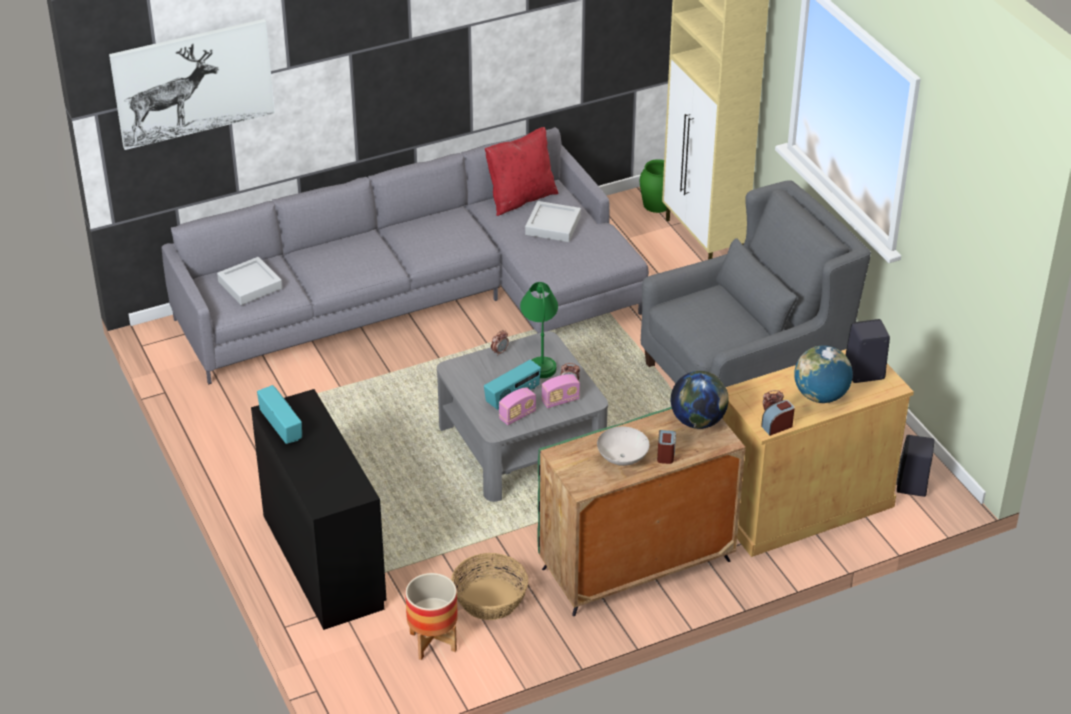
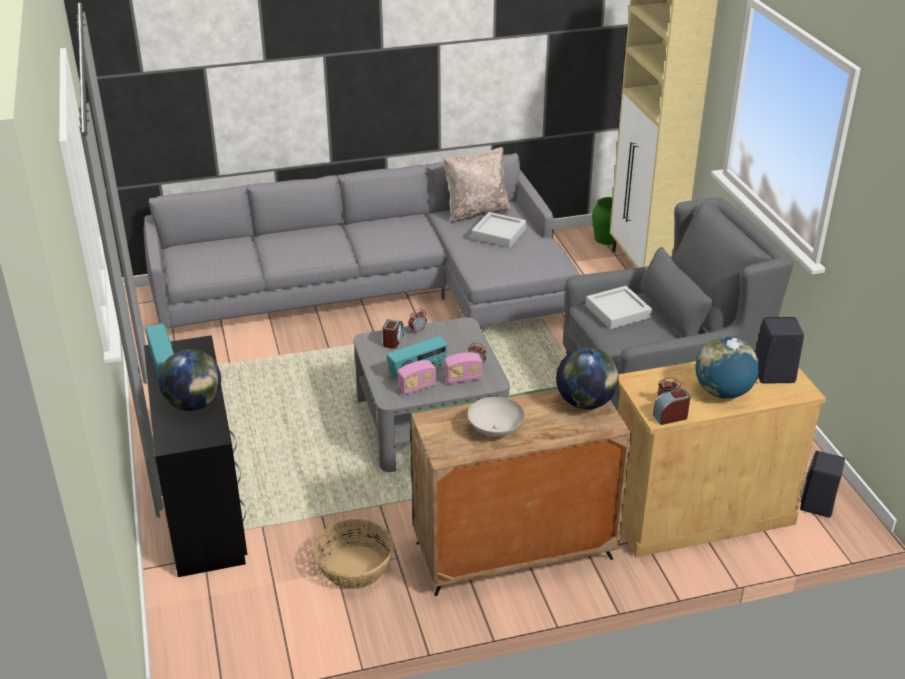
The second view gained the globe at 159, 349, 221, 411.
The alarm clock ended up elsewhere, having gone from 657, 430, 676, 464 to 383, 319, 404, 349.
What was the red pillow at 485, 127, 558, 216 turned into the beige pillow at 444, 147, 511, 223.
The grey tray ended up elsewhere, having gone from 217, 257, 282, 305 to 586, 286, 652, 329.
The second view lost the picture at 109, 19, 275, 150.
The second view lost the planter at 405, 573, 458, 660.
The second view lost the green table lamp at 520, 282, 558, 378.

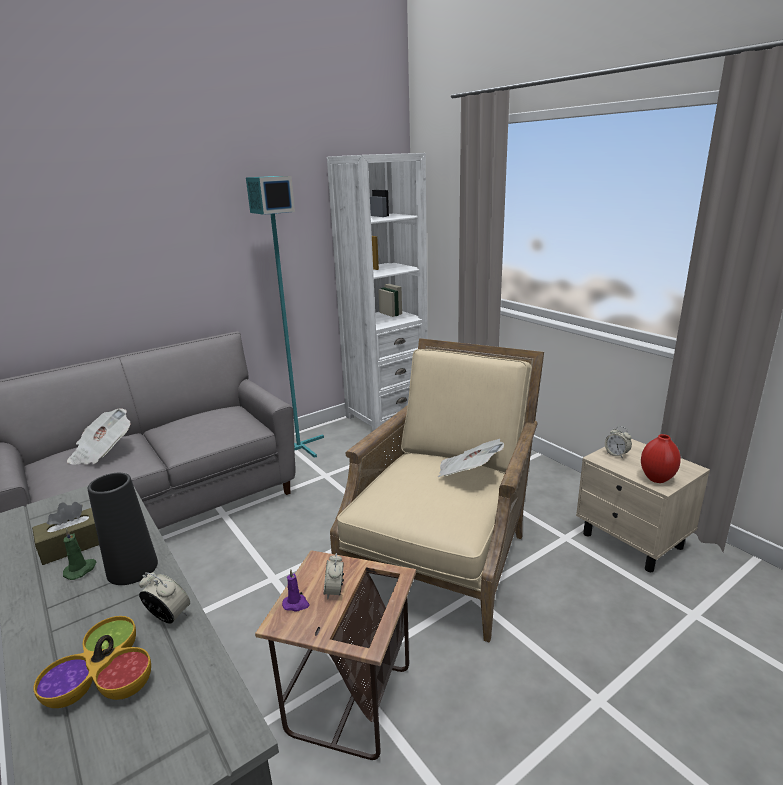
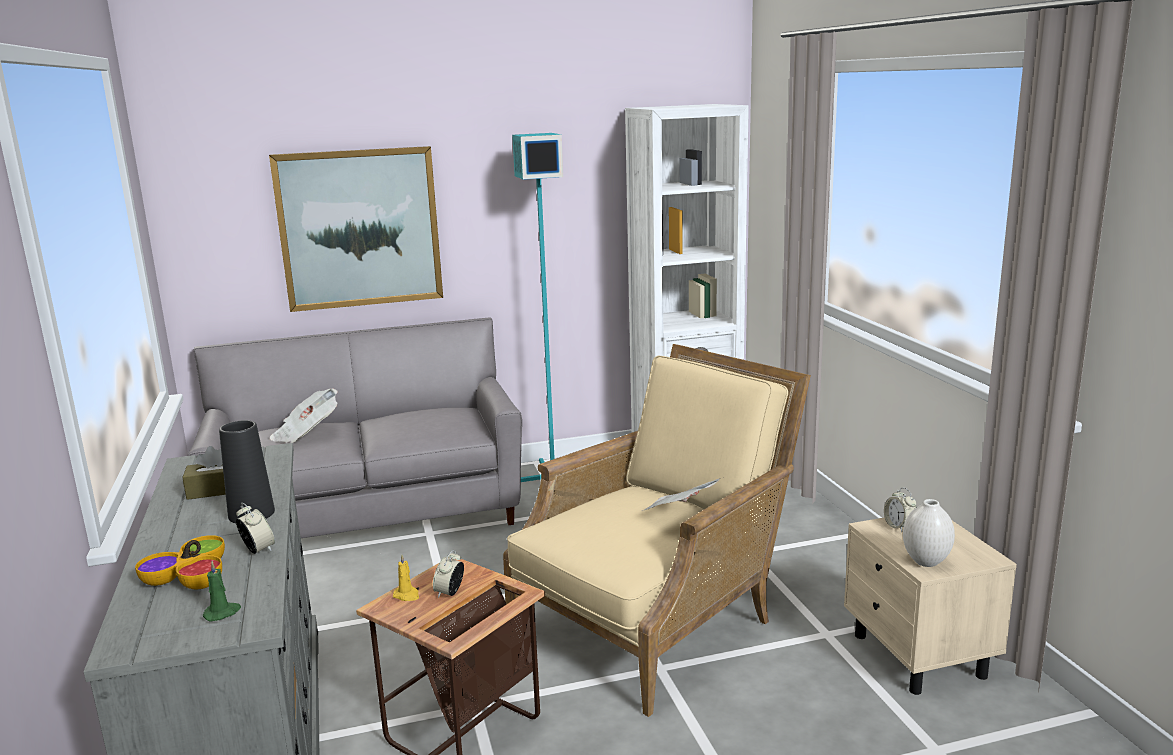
The green candle ended up elsewhere, having gone from 63, 528, 97, 580 to 203, 561, 241, 622.
The second view gained the picture at 269, 146, 443, 312.
What was the purple candle at 282, 569, 309, 612 turned into the yellow candle at 393, 554, 419, 601.
What was the red vase at 641, 434, 681, 483 turned into the white vase at 903, 499, 955, 567.

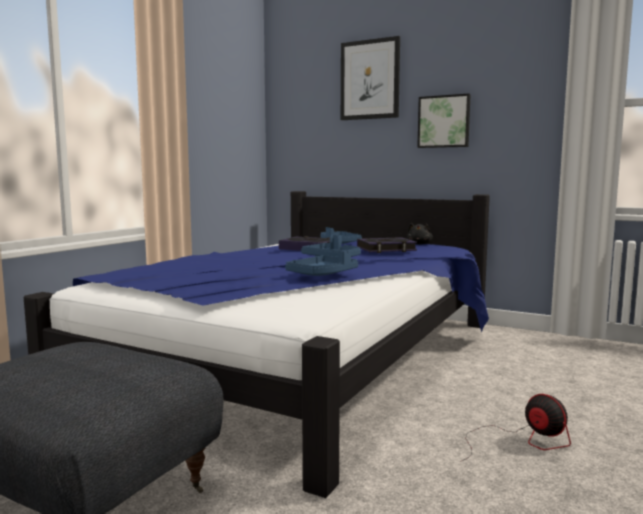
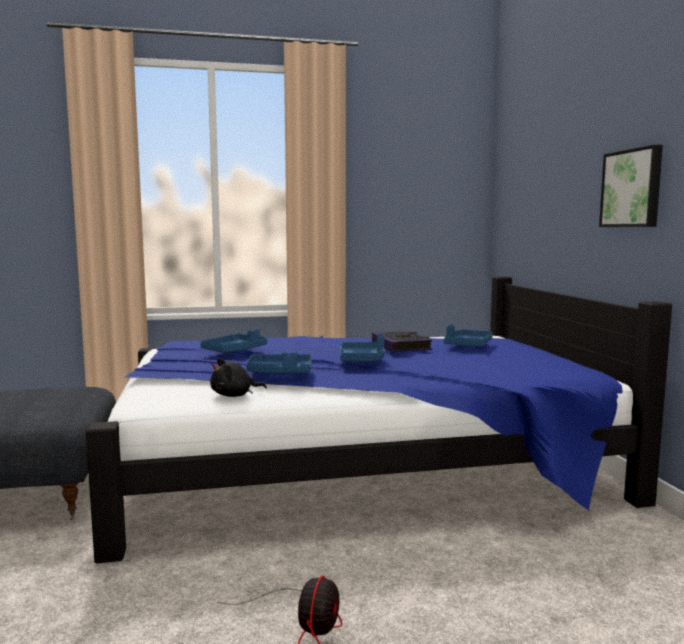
The second view gained the blue tray at 200, 329, 267, 353.
The black plush toy ended up elsewhere, having gone from 407, 223, 433, 245 to 210, 358, 267, 397.
The second view lost the picture at 341, 36, 400, 120.
The second view lost the book at 357, 237, 417, 253.

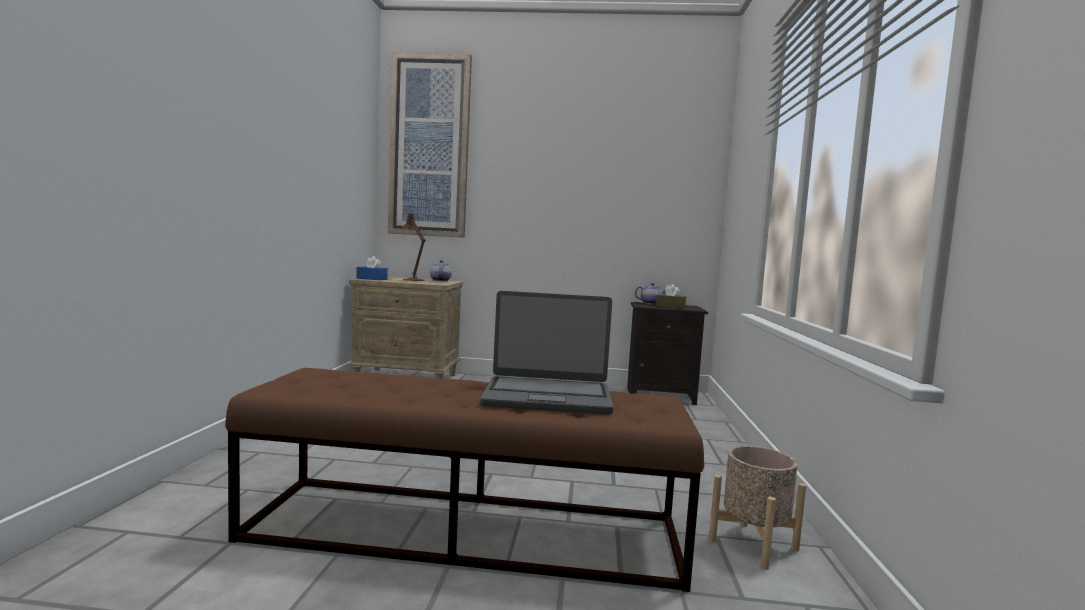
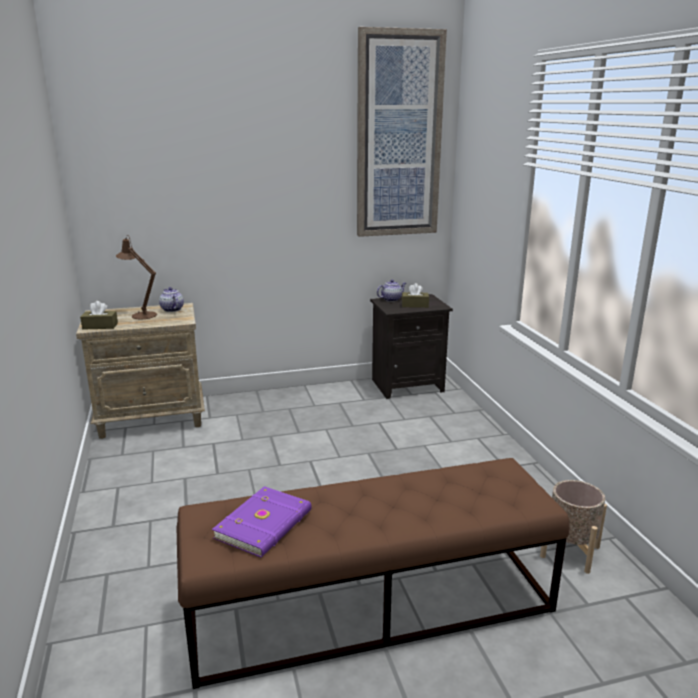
What was the blue tissue box at 356, 256, 388, 280 turned into the brown tissue box at 80, 301, 118, 330.
The second view gained the purple book at 212, 486, 312, 558.
The picture ended up elsewhere, having gone from 388, 53, 472, 238 to 357, 27, 447, 237.
The second view lost the laptop at 480, 291, 614, 415.

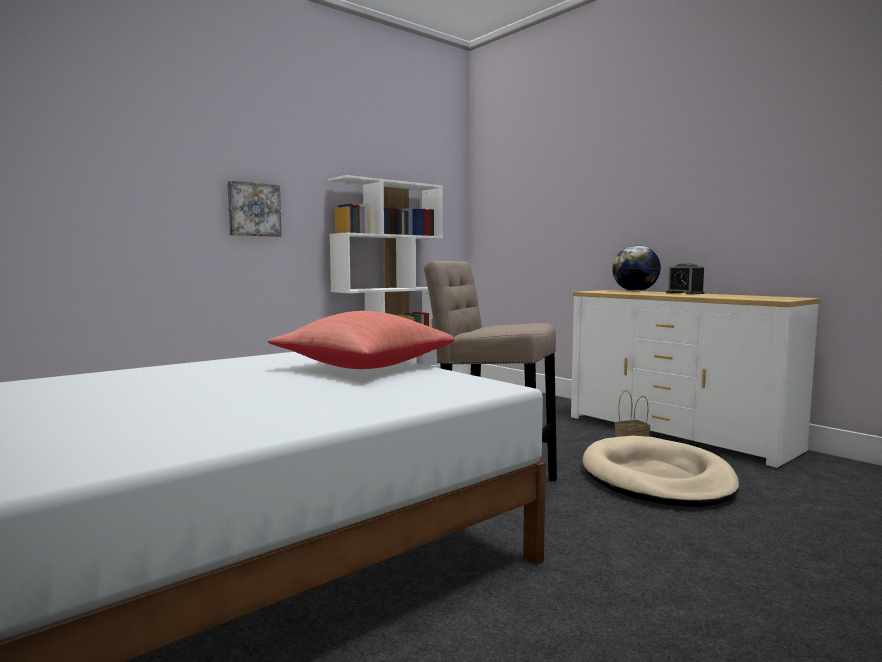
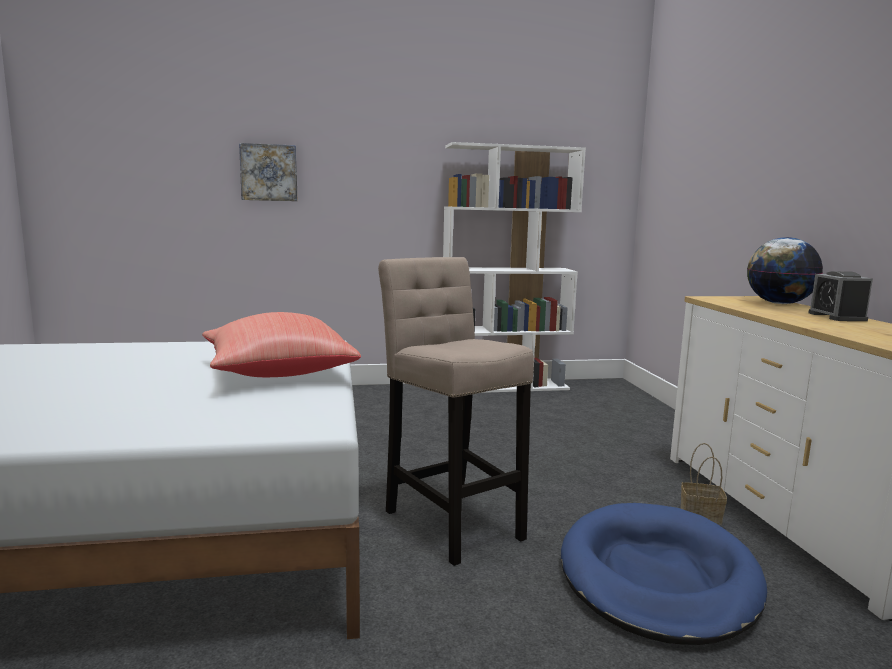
The picture ended up elsewhere, having gone from 227, 181, 281, 237 to 239, 143, 297, 201.
What was the beige dog bed at 582, 436, 740, 507 turned into the blue dog bed at 561, 503, 767, 645.

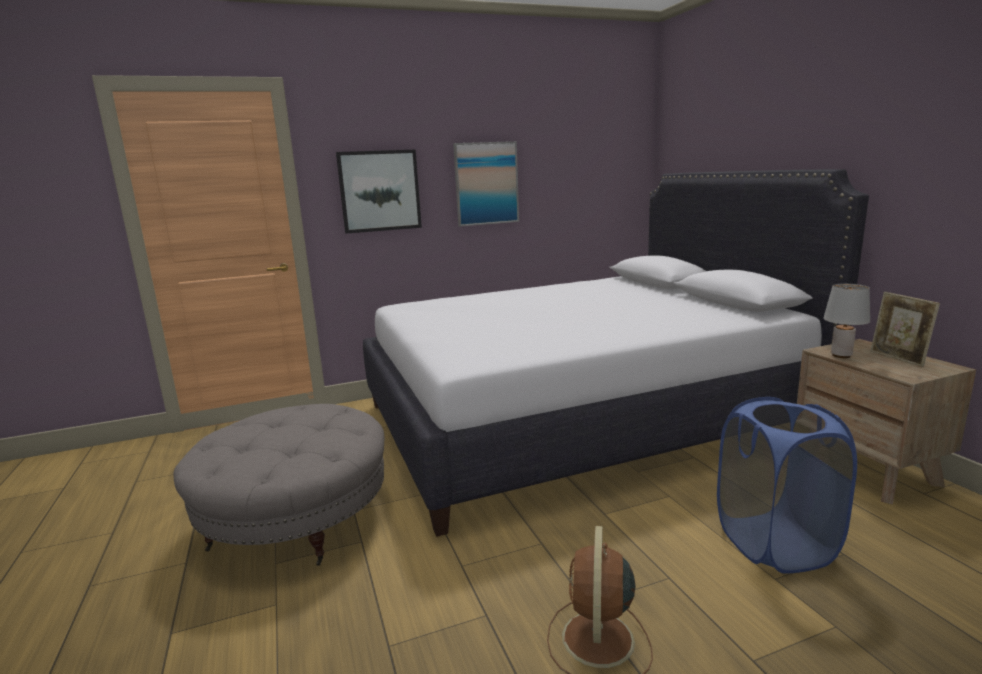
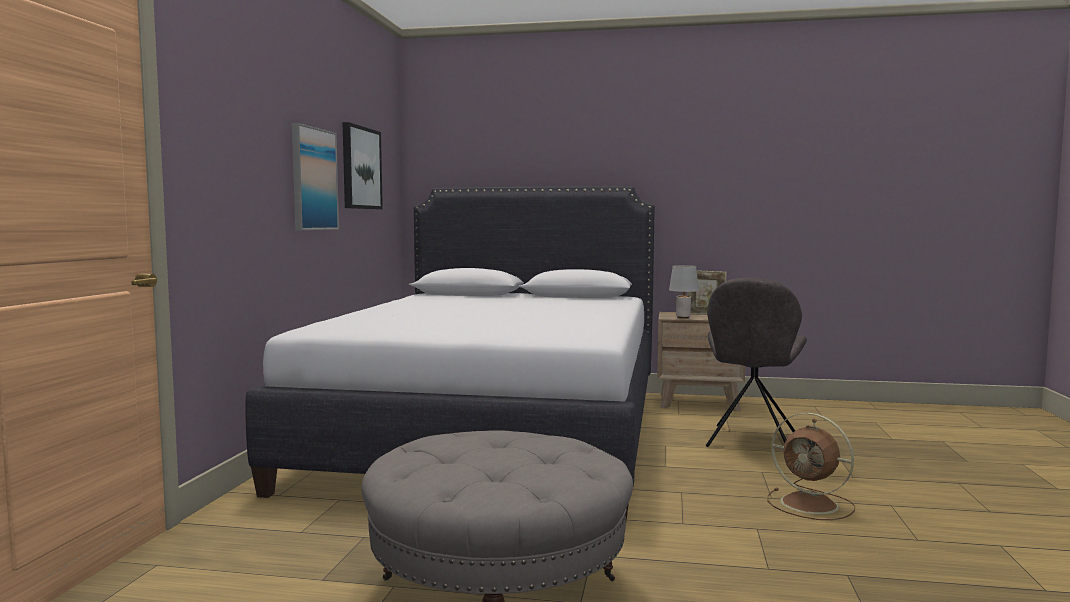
The picture ended up elsewhere, having gone from 336, 149, 422, 234 to 343, 122, 383, 209.
Where the blue laundry basket stood at 717, 397, 857, 574, the grey chair came to stand at 706, 278, 807, 447.

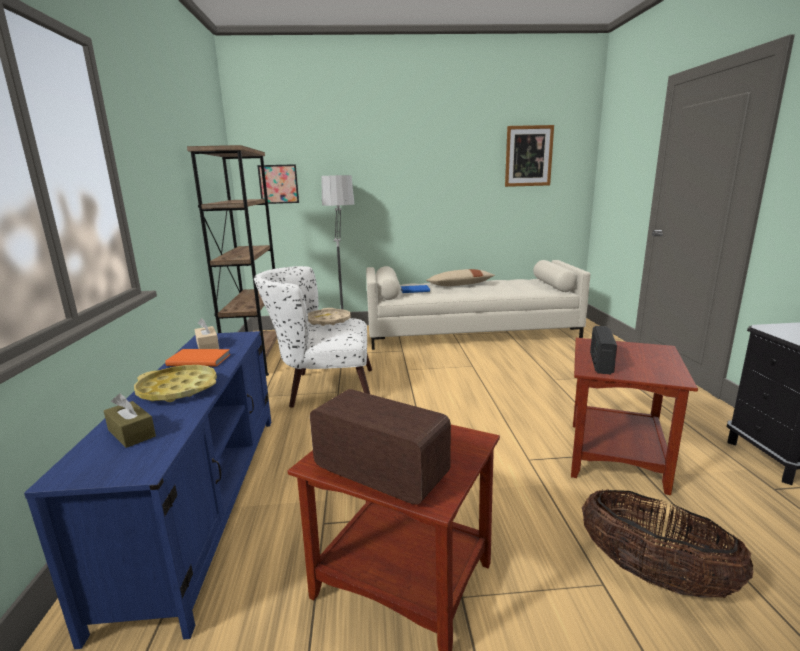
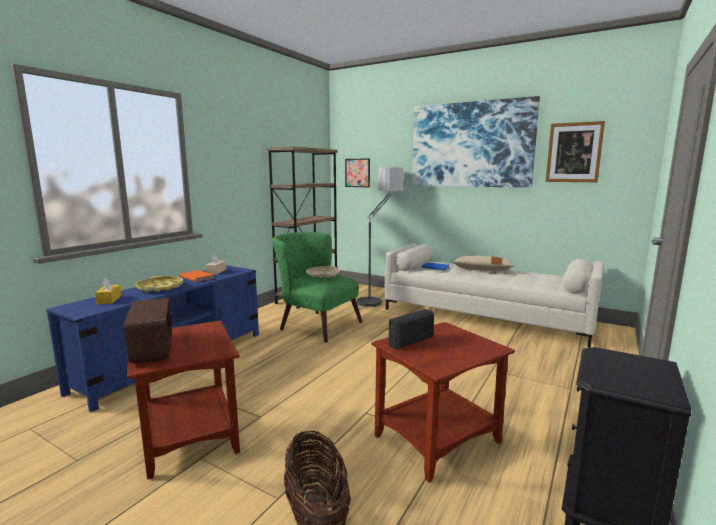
What was the brown tissue box at 104, 394, 156, 448 turned into the yellow tissue box at 95, 277, 122, 304.
What was the white armchair at 254, 266, 372, 408 turned into the green armchair at 272, 232, 362, 343.
The second view gained the picture at 412, 96, 540, 188.

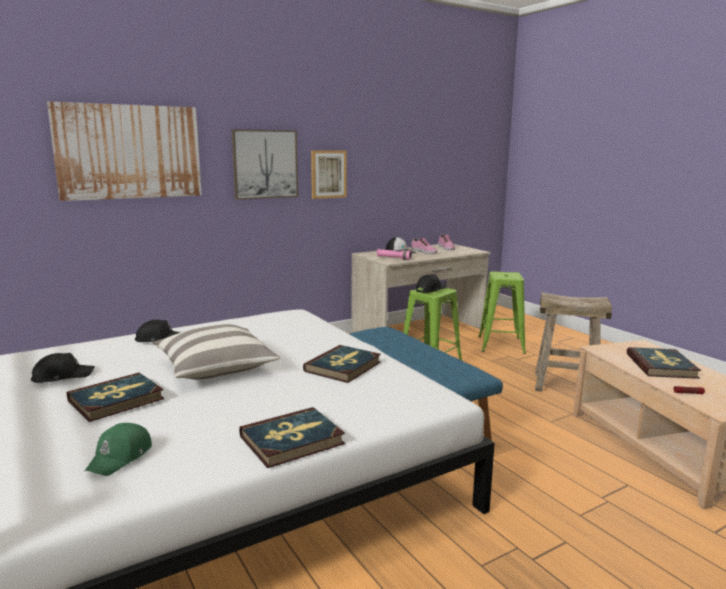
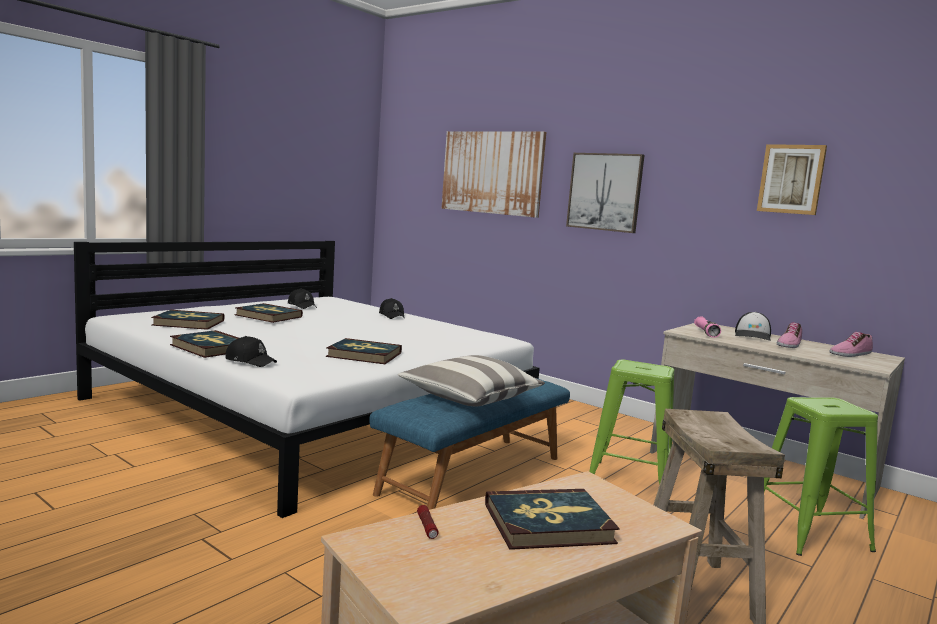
Where the green cap stood at 85, 423, 152, 476, the book came to stand at 151, 310, 224, 330.
The black cap ended up elsewhere, having gone from 416, 274, 445, 293 to 225, 336, 277, 367.
The pillow ended up elsewhere, having gone from 153, 324, 280, 379 to 398, 355, 545, 406.
The picture ended up elsewhere, having gone from 311, 151, 347, 199 to 757, 144, 827, 215.

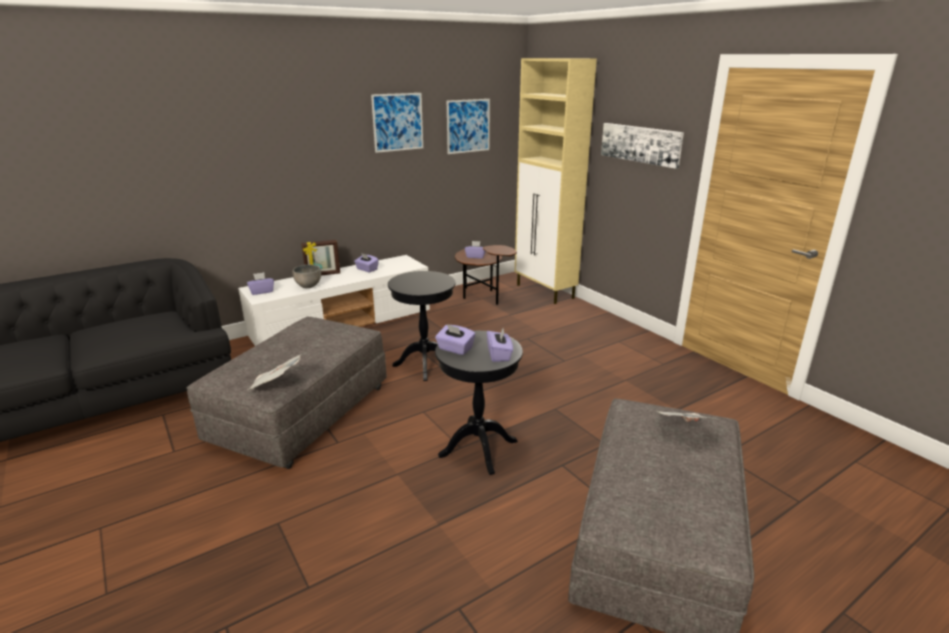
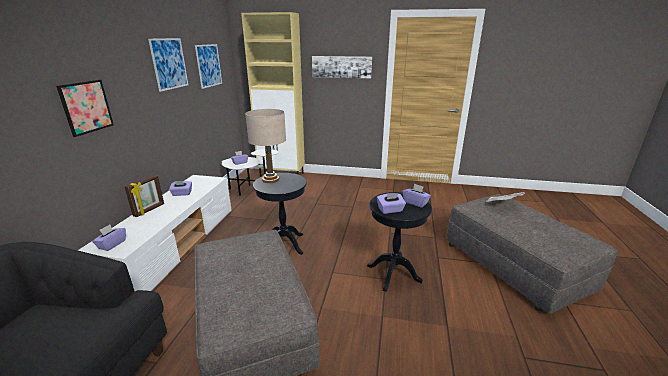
The second view gained the picture at 56, 80, 114, 137.
What was the brown side table at 455, 245, 517, 305 turned into the white side table at 222, 149, 278, 196.
The second view gained the beige table lamp at 245, 109, 286, 183.
The second view lost the newspaper at 248, 355, 301, 390.
The second view lost the grey bowl at 292, 265, 321, 288.

